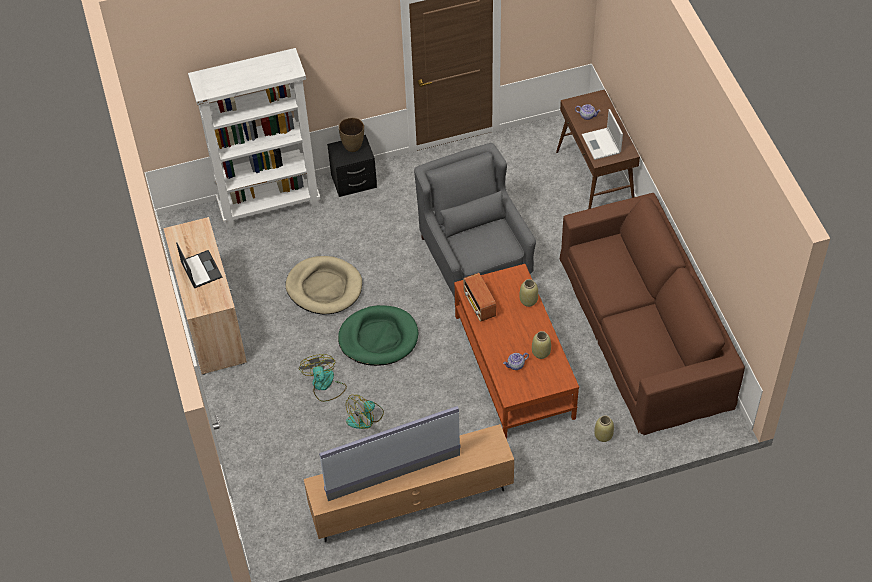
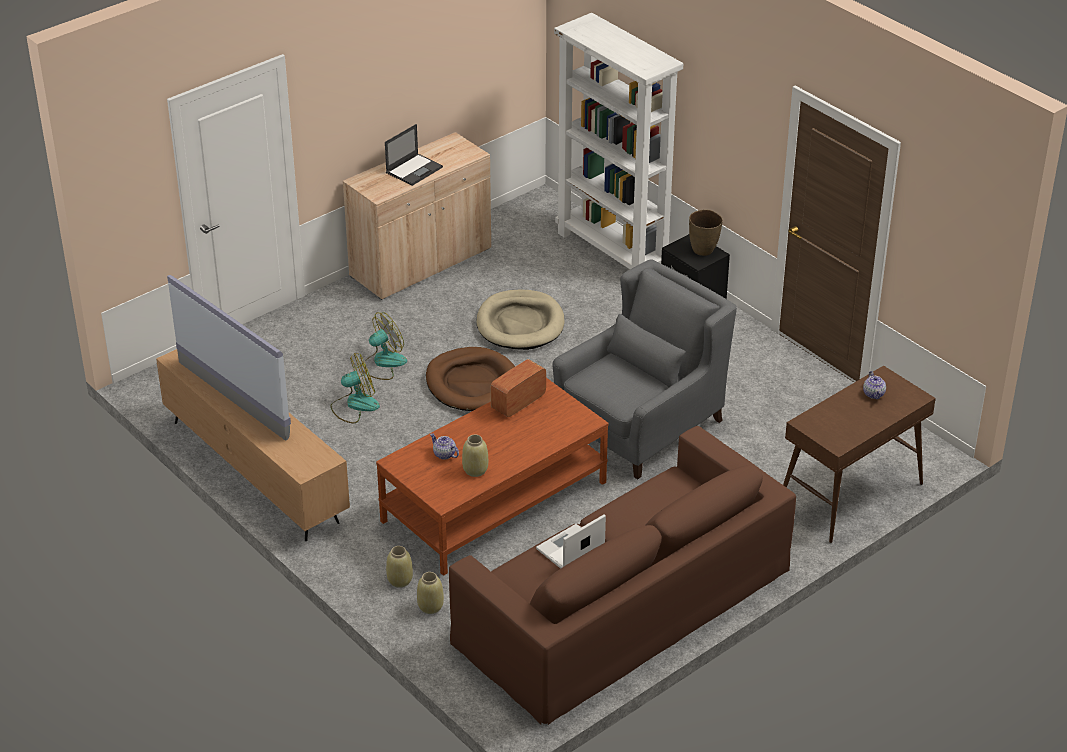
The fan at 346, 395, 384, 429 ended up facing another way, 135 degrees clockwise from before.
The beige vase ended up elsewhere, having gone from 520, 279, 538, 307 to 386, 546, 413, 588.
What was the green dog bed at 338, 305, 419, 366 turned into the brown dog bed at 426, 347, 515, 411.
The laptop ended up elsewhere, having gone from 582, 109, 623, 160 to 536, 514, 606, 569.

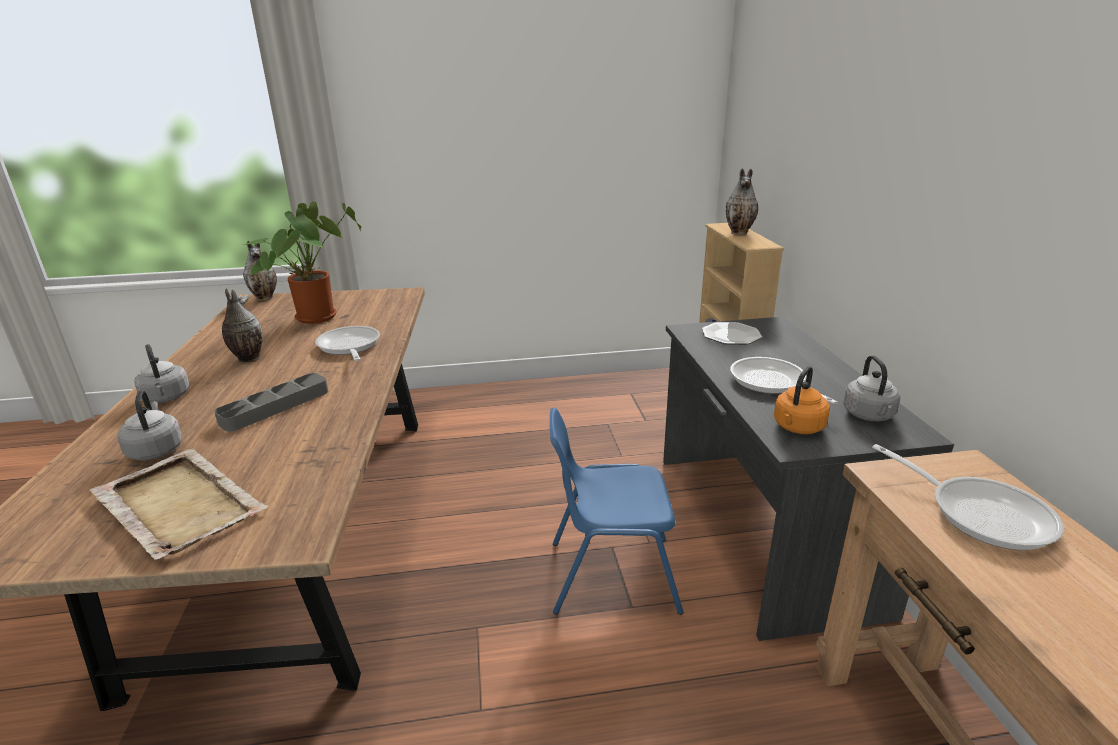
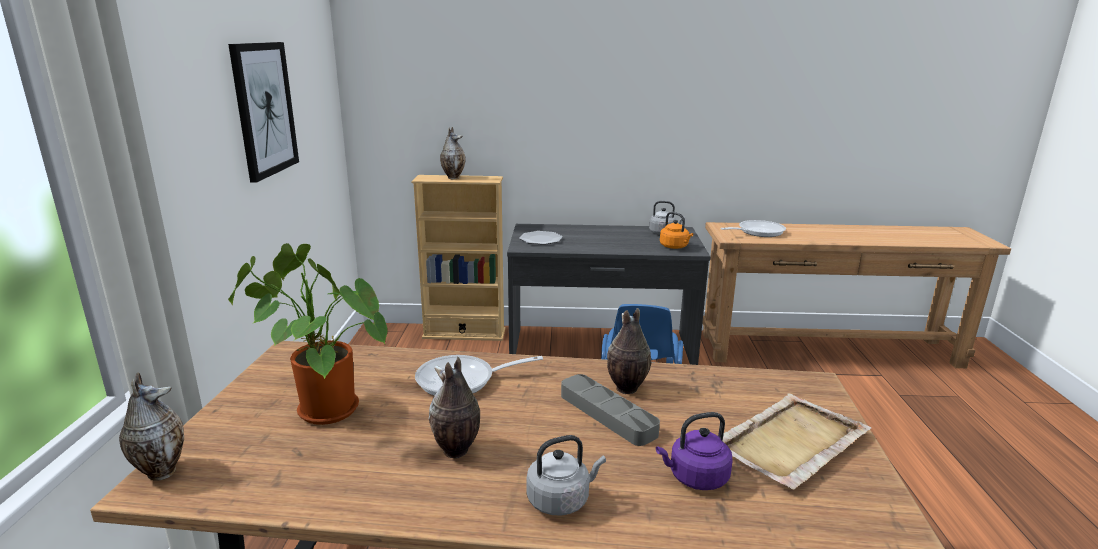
The second view gained the picture at 228, 42, 299, 183.
The second view gained the vase at 607, 308, 651, 394.
What was the grey kettle at 118, 390, 182, 460 turned into the purple kettle at 656, 412, 733, 490.
The second view lost the frying pan at 730, 357, 838, 404.

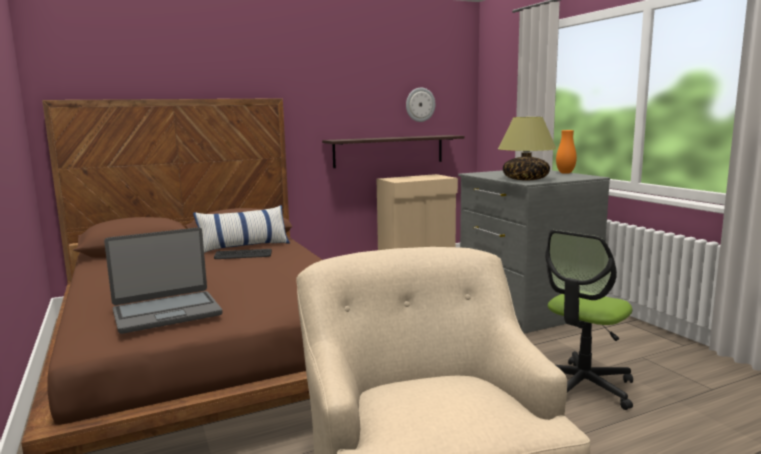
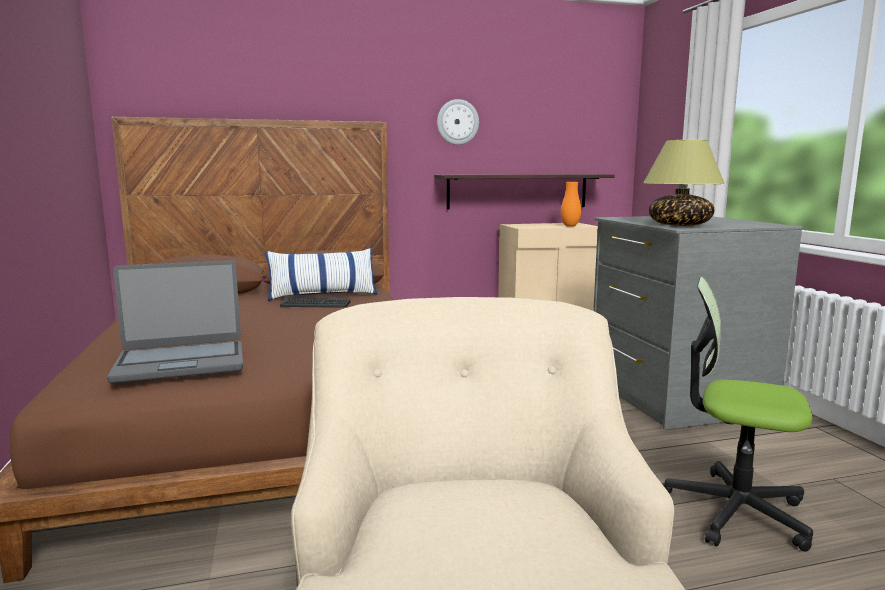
The wall clock ended up elsewhere, having gone from 406, 88, 435, 122 to 437, 99, 479, 145.
The orange vase ended up elsewhere, having gone from 556, 130, 577, 174 to 561, 182, 581, 227.
The office chair at 545, 230, 633, 410 ended up facing another way, 60 degrees clockwise from before.

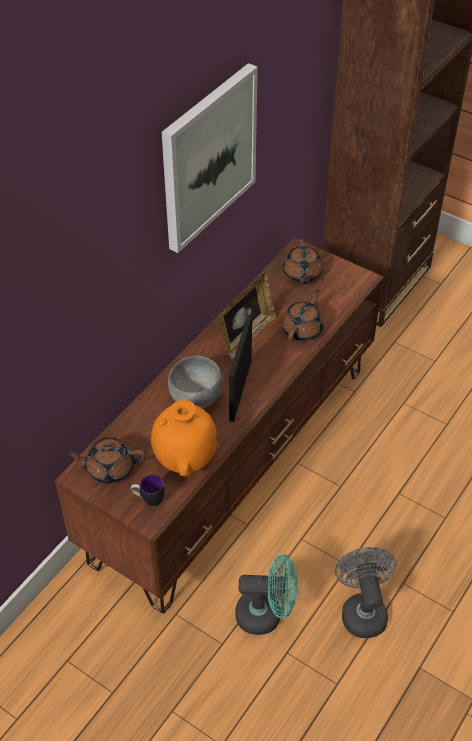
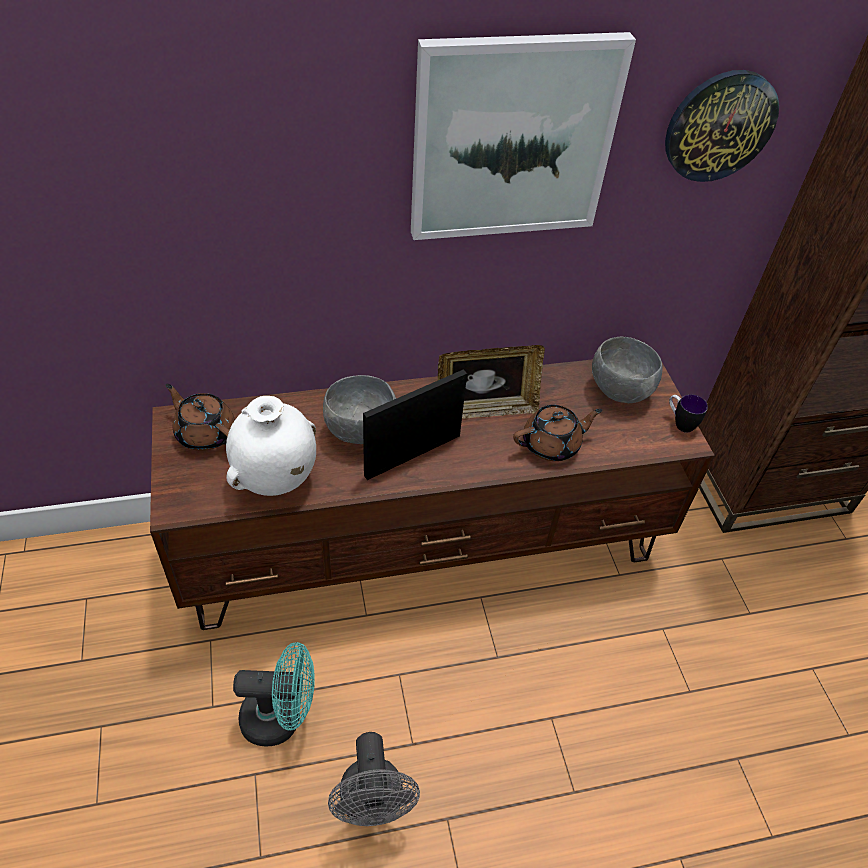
What was the orange vase at 151, 400, 218, 476 turned into the white vase at 226, 396, 316, 496.
The turquoise fan at 235, 554, 297, 635 ended up facing another way, 45 degrees counterclockwise from before.
The grey fan at 335, 547, 396, 638 ended up facing another way, 135 degrees clockwise from before.
Where the brown teapot stood at 283, 239, 323, 284, the grey bowl came to stand at 592, 337, 662, 403.
The second view gained the wall clock at 665, 70, 779, 182.
The mug ended up elsewhere, having gone from 131, 475, 164, 506 to 669, 394, 708, 433.

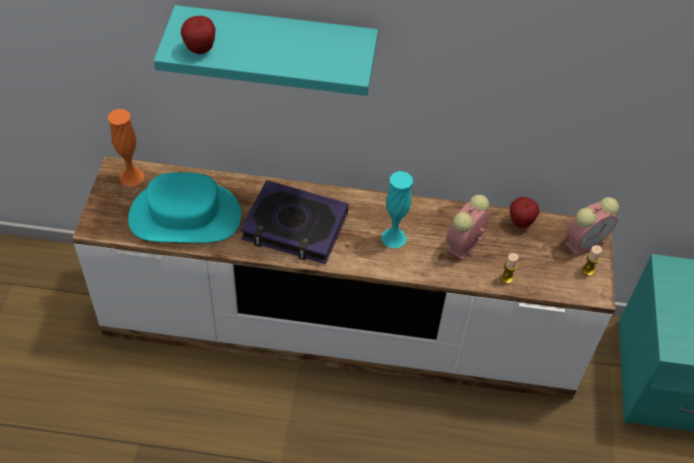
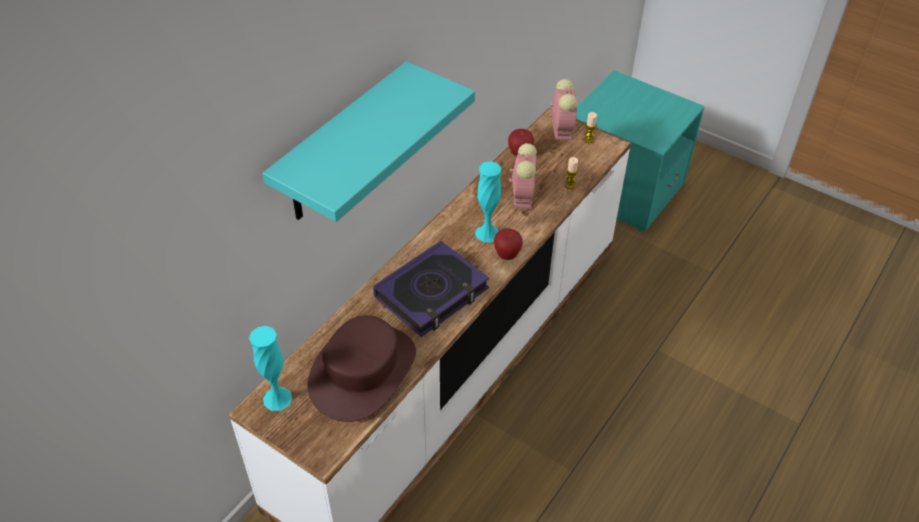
What was the orange vase at 108, 109, 144, 187 turned into the turquoise vase at 249, 326, 292, 411.
What was the turquoise hat at 128, 172, 241, 243 turned into the brown hat at 308, 315, 416, 422.
The apple ended up elsewhere, having gone from 181, 16, 216, 54 to 494, 228, 523, 260.
The alarm clock at 446, 195, 490, 261 ended up facing another way, 150 degrees counterclockwise from before.

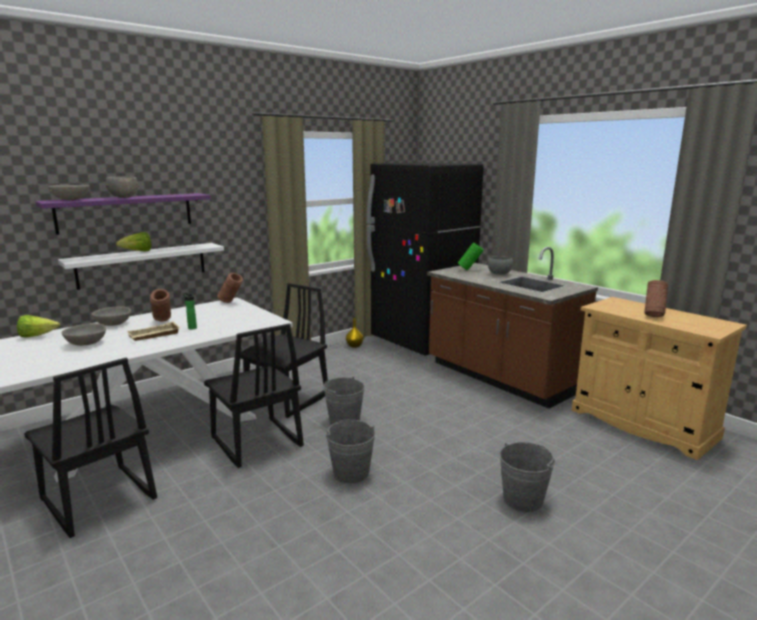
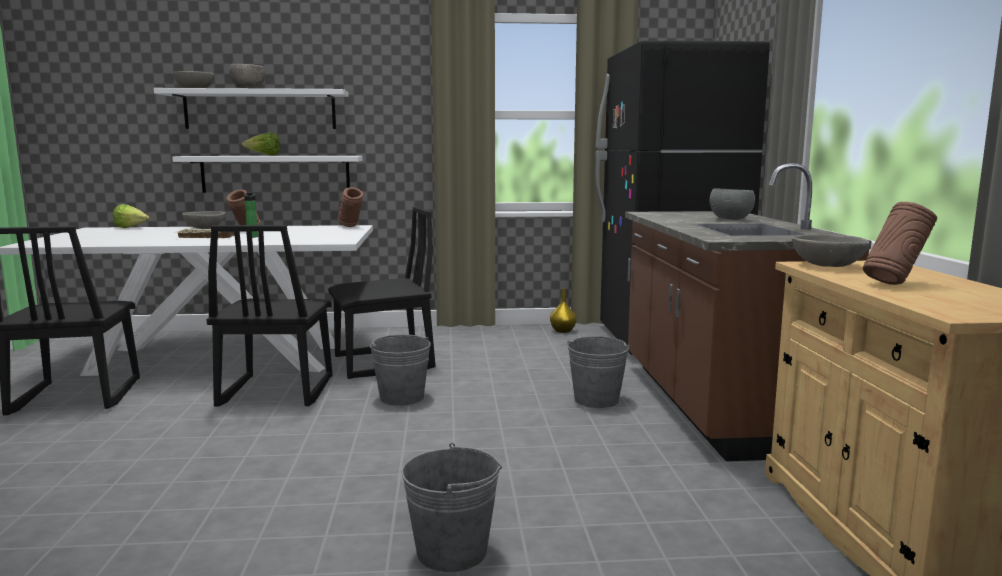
What was the purple shelf at 35, 193, 211, 235 turned into the white shelf at 154, 88, 349, 129.
The grey bucket ended up elsewhere, having gone from 326, 420, 375, 483 to 567, 336, 630, 408.
The grey bowl ended up elsewhere, having gone from 61, 323, 106, 346 to 792, 234, 870, 267.
The second view lost the green vase at 458, 243, 484, 270.

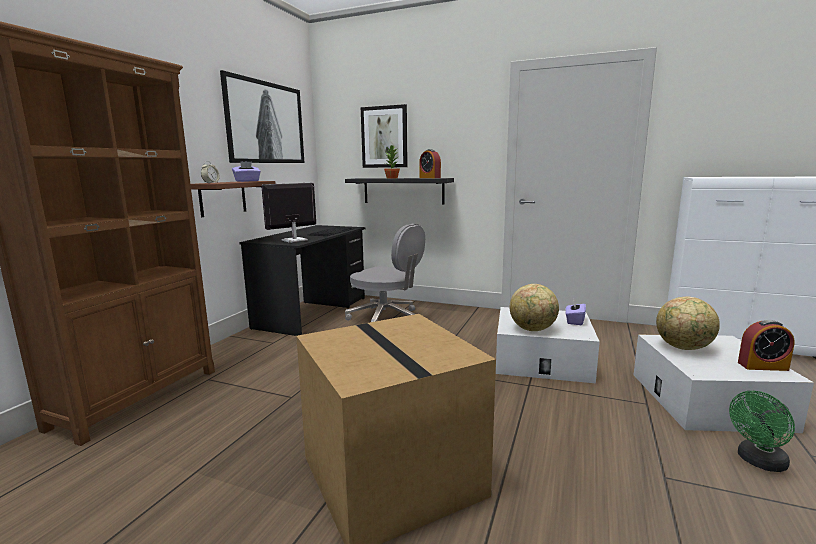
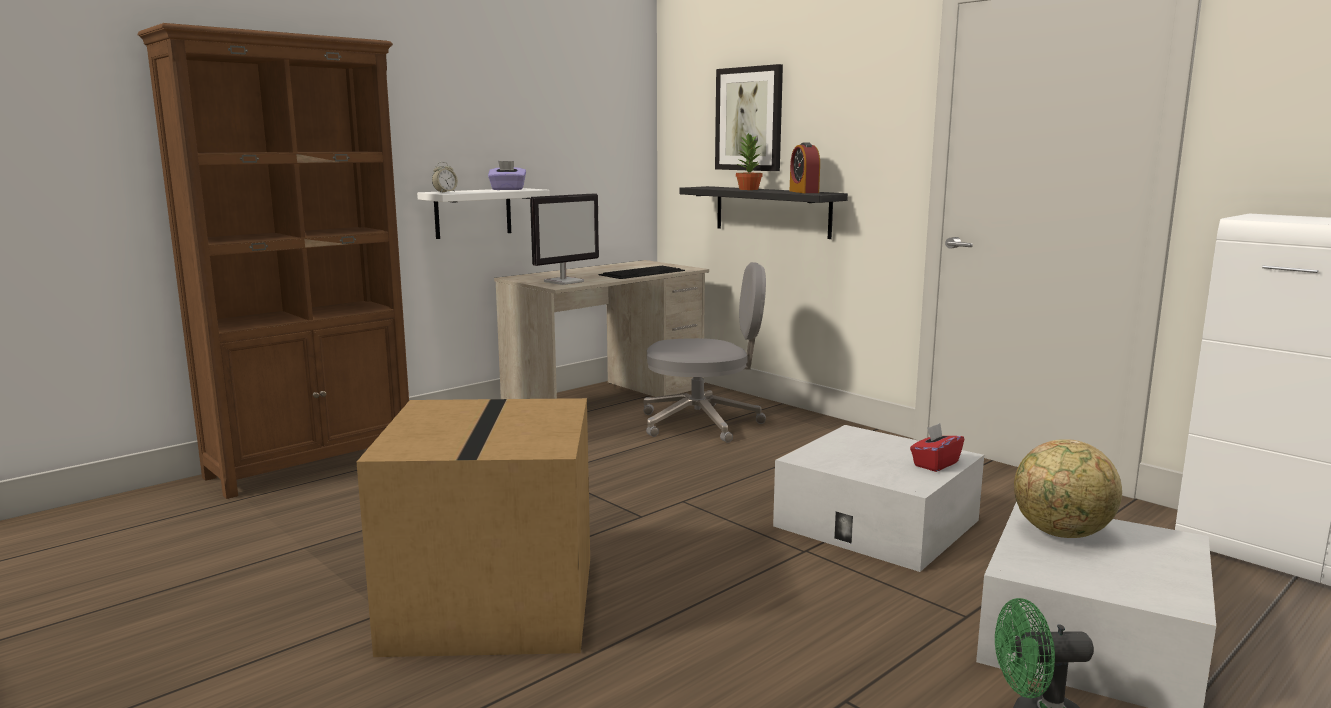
What was the brown shelf at 191, 181, 276, 217 turned into the white shelf at 417, 188, 550, 239.
What was the black desk at 239, 225, 366, 336 turned into the beige desk at 494, 260, 709, 399.
The monitor at 261, 183, 316, 243 ended up facing another way, 150 degrees clockwise from before.
The grey office chair at 345, 224, 425, 322 ended up facing another way, 60 degrees counterclockwise from before.
What was the purple tissue box at 565, 300, 586, 325 turned into the red tissue box at 910, 423, 964, 472.
The second view lost the picture at 220, 70, 304, 163.
The second view lost the globe at 510, 284, 559, 331.
The second view lost the alarm clock at 738, 320, 795, 371.

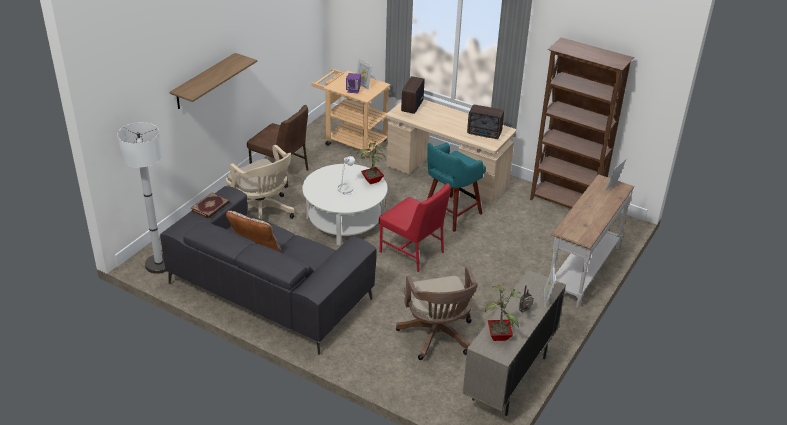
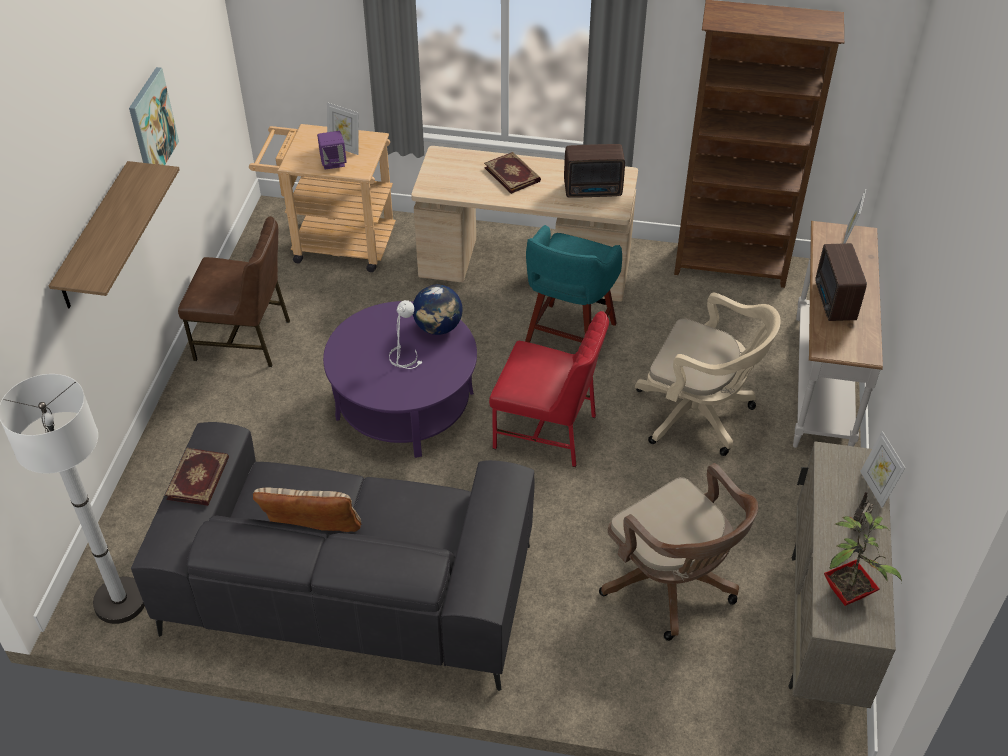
The second view gained the picture at 129, 67, 179, 165.
What was the white coffee table at 302, 164, 387, 245 turned into the purple coffee table at 323, 301, 477, 458.
Where the potted plant stood at 357, 141, 386, 184, the globe came to stand at 413, 285, 463, 335.
The second view gained the book at 484, 152, 541, 194.
The beige office chair ended up elsewhere, having gone from 226, 145, 295, 219 to 635, 293, 781, 456.
The radio ended up elsewhere, having gone from 401, 76, 425, 114 to 815, 243, 867, 321.

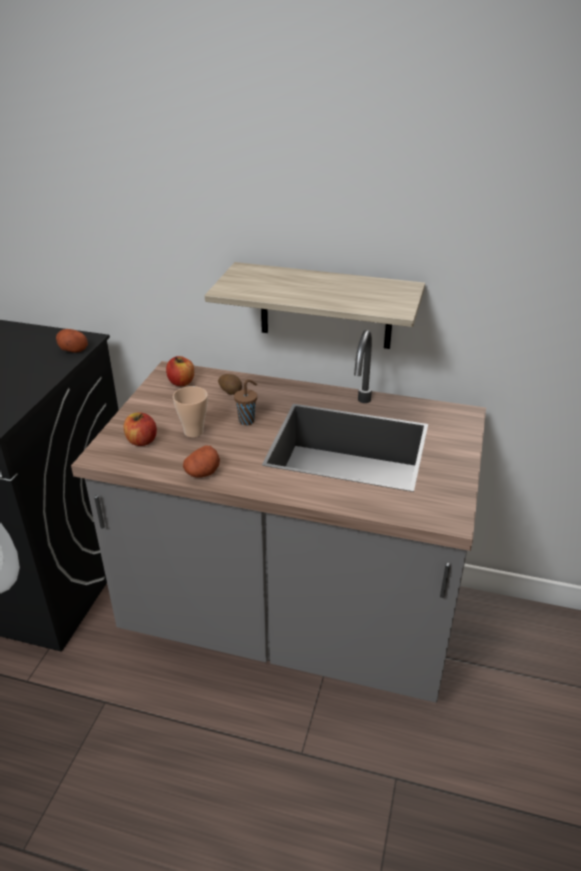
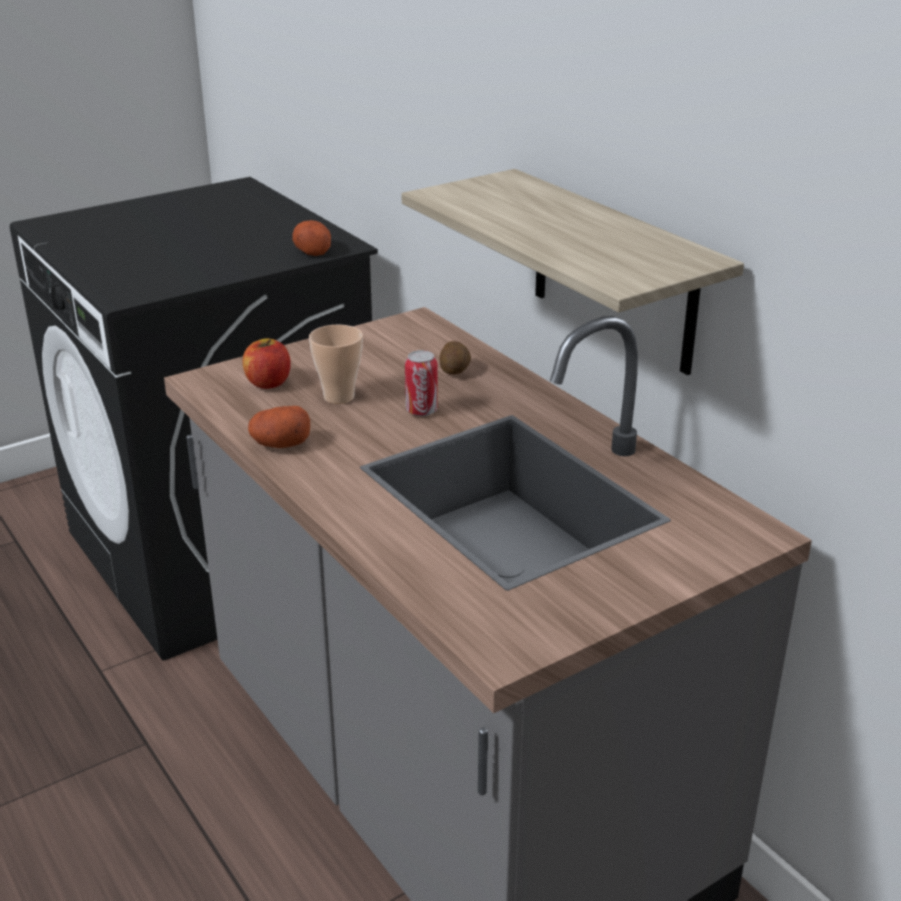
Where the brown cup stood at 234, 379, 257, 425, the can came to stand at 405, 350, 438, 416.
The second view lost the apple at 166, 356, 194, 386.

